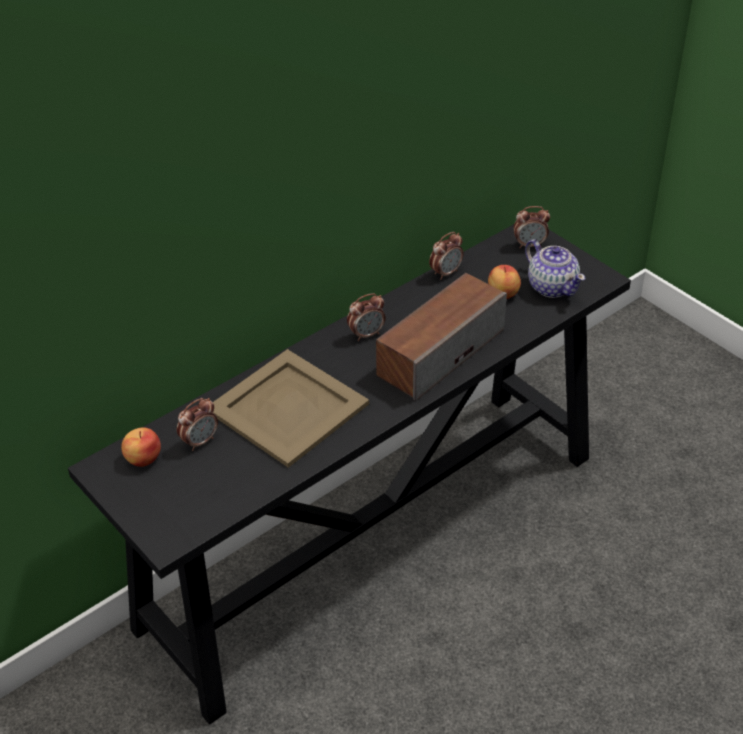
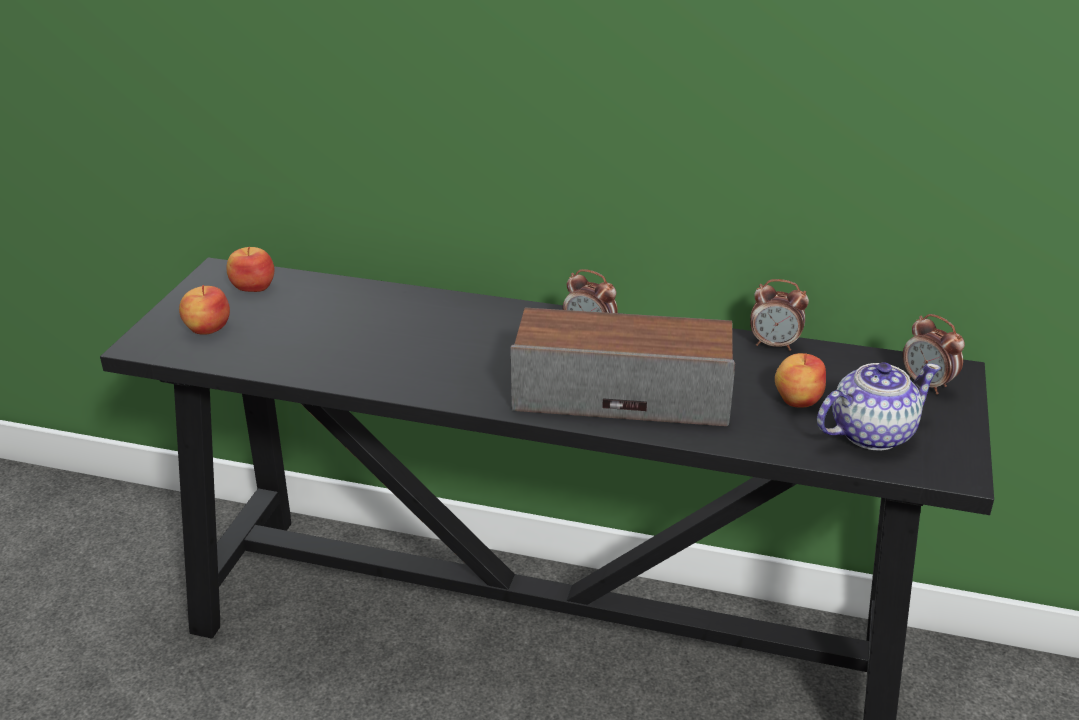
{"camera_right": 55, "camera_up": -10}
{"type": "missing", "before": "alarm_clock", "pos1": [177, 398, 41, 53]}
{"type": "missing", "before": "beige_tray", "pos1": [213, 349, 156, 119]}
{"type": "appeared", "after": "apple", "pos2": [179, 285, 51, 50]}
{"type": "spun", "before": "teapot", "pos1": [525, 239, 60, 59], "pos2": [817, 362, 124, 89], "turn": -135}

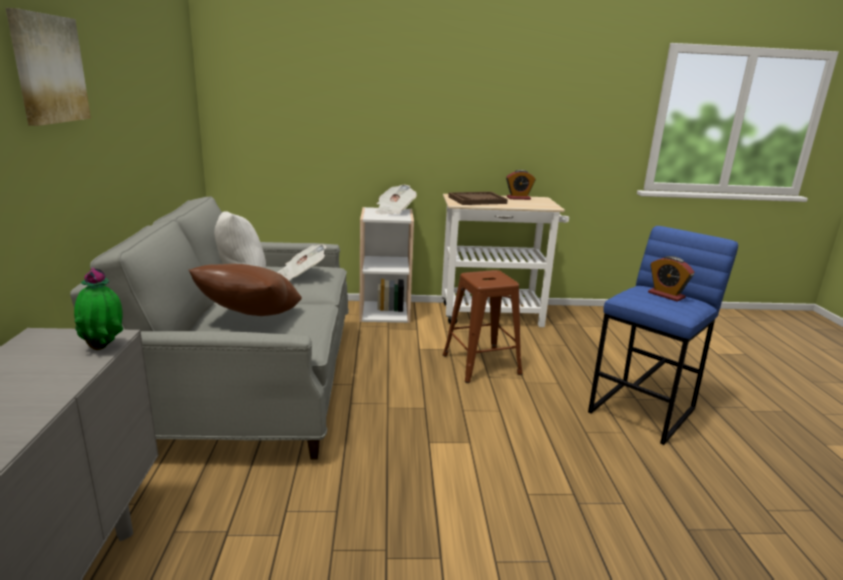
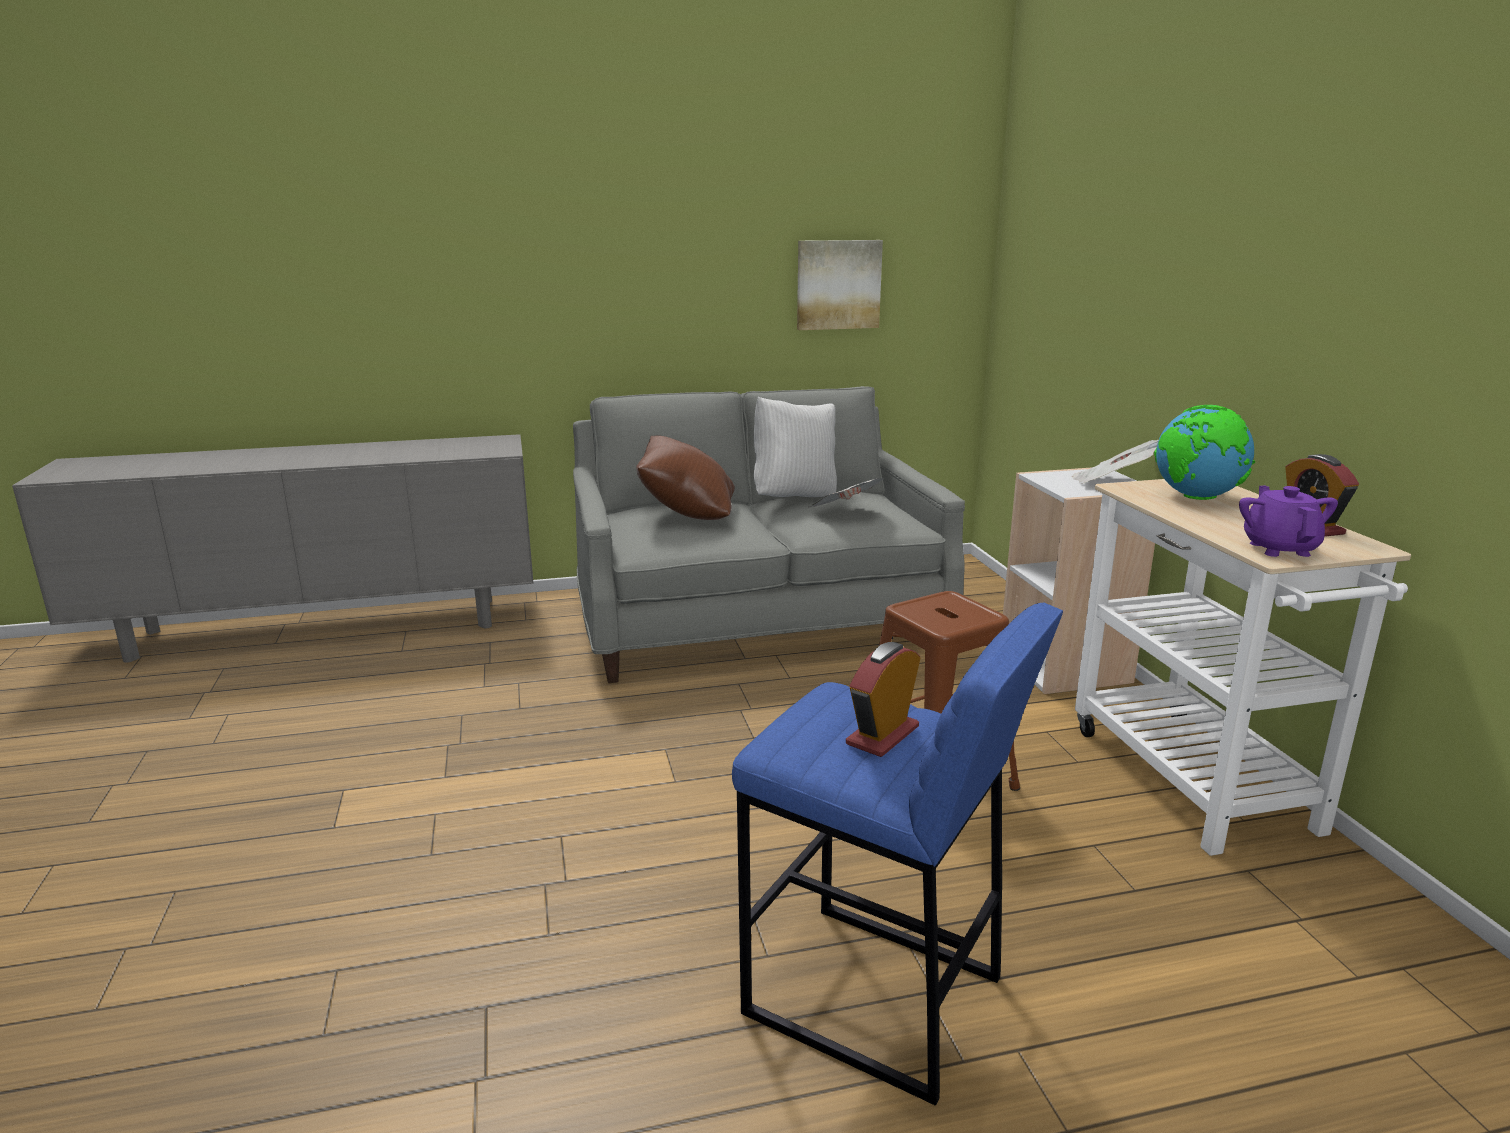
{"camera_right": 80, "camera_up": 0}
{"type": "missing", "before": "potted_plant", "pos1": [74, 268, 49, 82]}
{"type": "appeared", "after": "purple_teapot", "pos2": [1239, 486, 99, 71]}
{"type": "relocated", "before": "picture", "pos1": [6, 8, 85, 118], "pos2": [797, 240, 86, 90]}
{"type": "exchanged", "before": "brown_tray", "after": "globe", "pos1": [448, 192, 60, 13], "pos2": [1154, 405, 101, 95]}

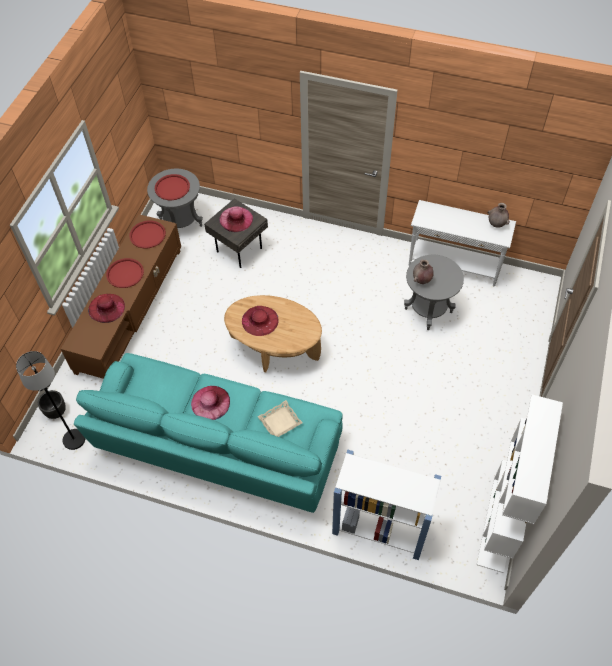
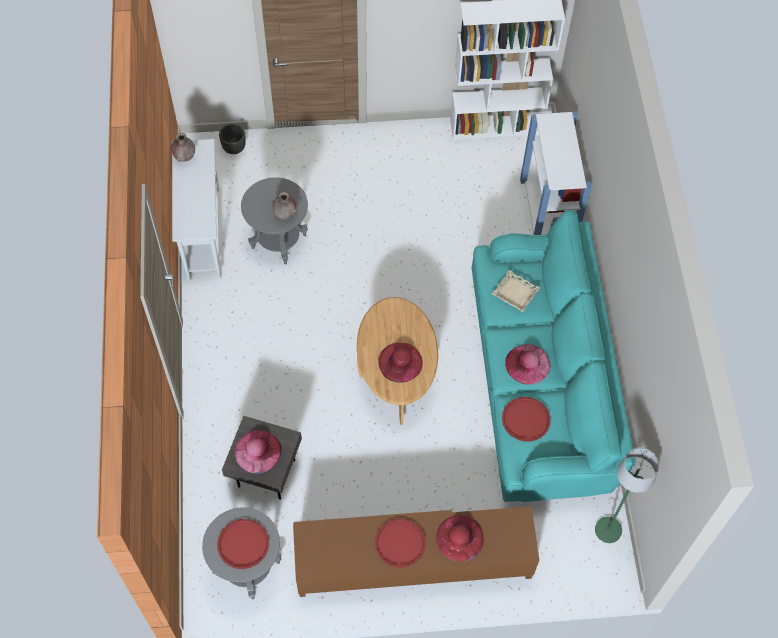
{"camera_right": -115, "camera_up": 5}
{"type": "relocated", "before": "black_planter", "pos1": [38, 390, 28, 29], "pos2": [219, 124, 27, 30]}
{"type": "relocated", "before": "red_tray", "pos1": [129, 220, 37, 28], "pos2": [502, 397, 49, 45]}
{"type": "colour", "before": "black_floor_lamp", "after": "green_floor_lamp", "pos1": [16, 351, 69, 99], "pos2": [595, 447, 64, 96]}

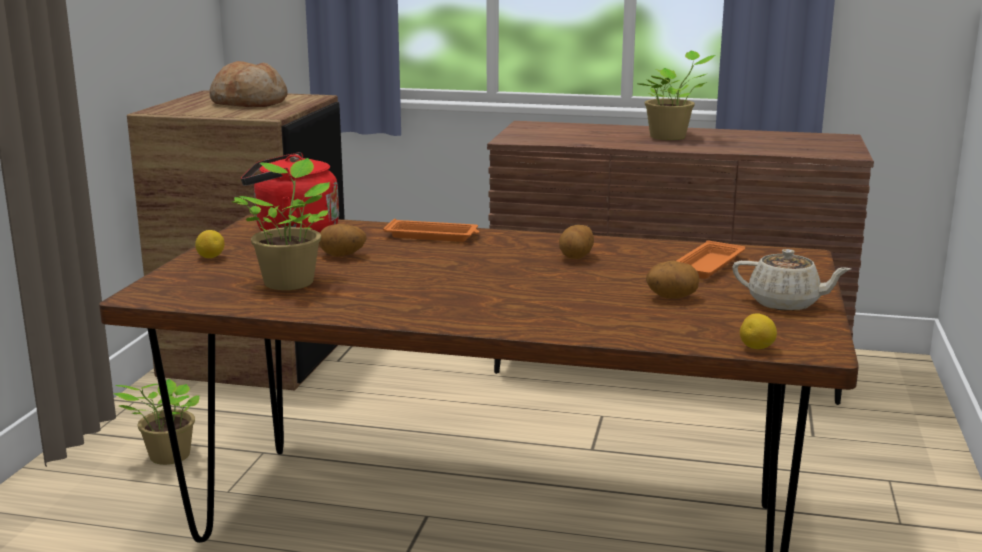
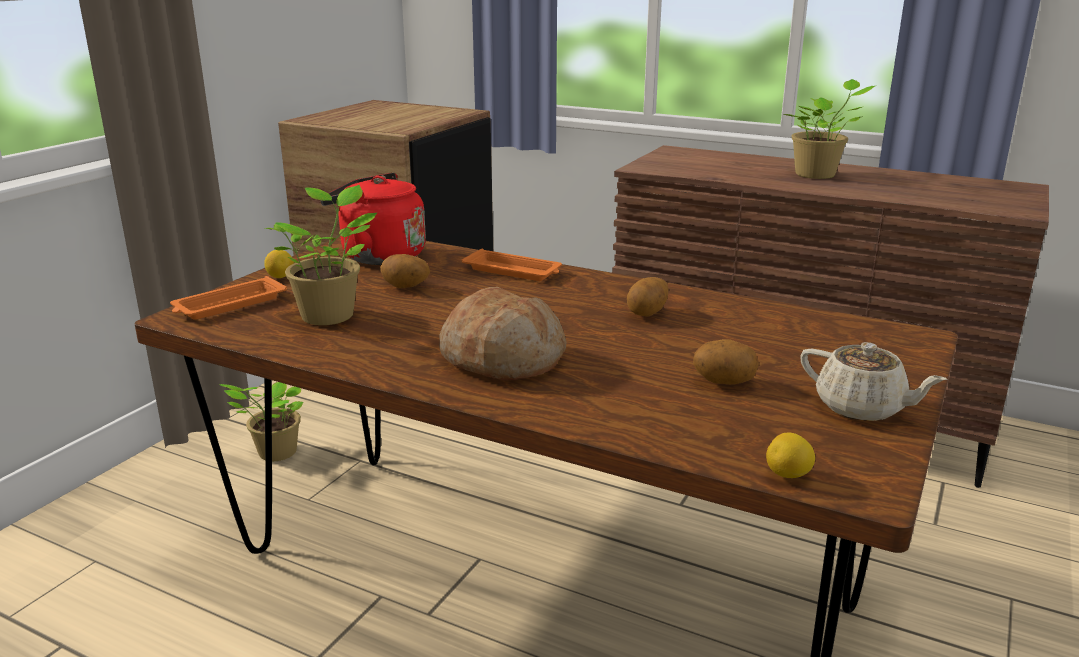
{"camera_right": 15, "camera_up": 5}
{"type": "relocated", "before": "bread", "pos1": [210, 61, 78, 46], "pos2": [440, 287, 127, 93]}
{"type": "relocated", "before": "orange_tray", "pos1": [677, 240, 68, 39], "pos2": [170, 276, 117, 44]}

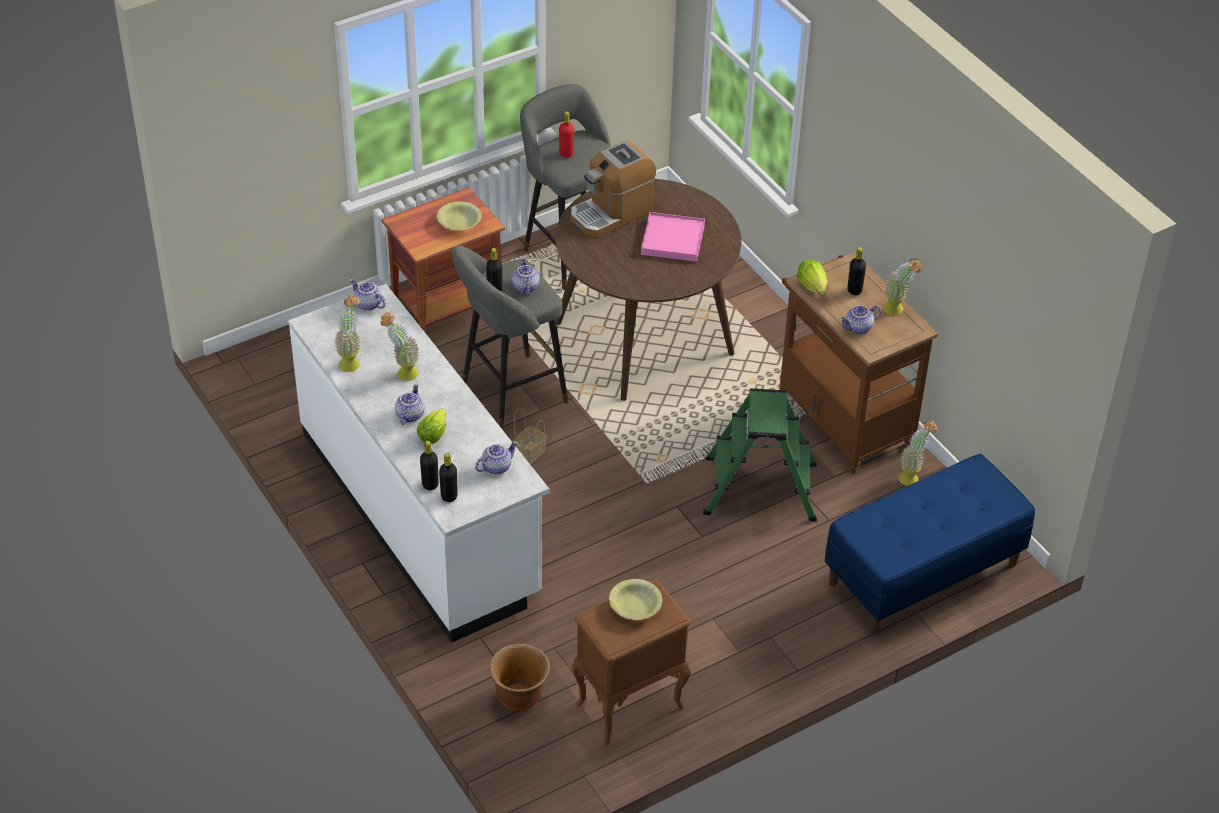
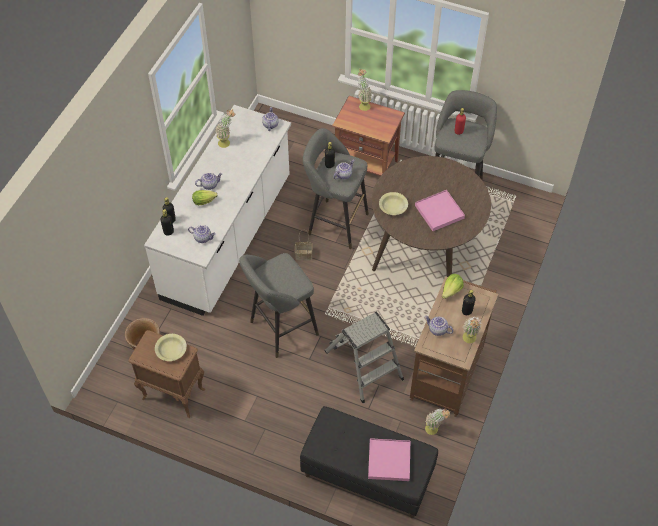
{"camera_right": 55, "camera_up": 10}
{"type": "missing", "before": "coffee_machine", "pos1": [571, 141, 85, 96]}
{"type": "appeared", "after": "grey_stool", "pos2": [239, 253, 80, 105]}
{"type": "appeared", "after": "pink_tray", "pos2": [368, 438, 42, 43]}
{"type": "relocated", "before": "potted_plant", "pos1": [381, 312, 38, 69], "pos2": [358, 69, 14, 42]}
{"type": "relocated", "before": "yellow_bowl", "pos1": [436, 202, 45, 29], "pos2": [379, 192, 29, 23]}
{"type": "colour", "before": "green_step_ladder", "after": "grey_step_ladder", "pos1": [703, 388, 114, 134], "pos2": [324, 312, 80, 91]}
{"type": "colour", "before": "blue_bench", "after": "black_bench", "pos1": [825, 454, 210, 180], "pos2": [300, 406, 138, 112]}

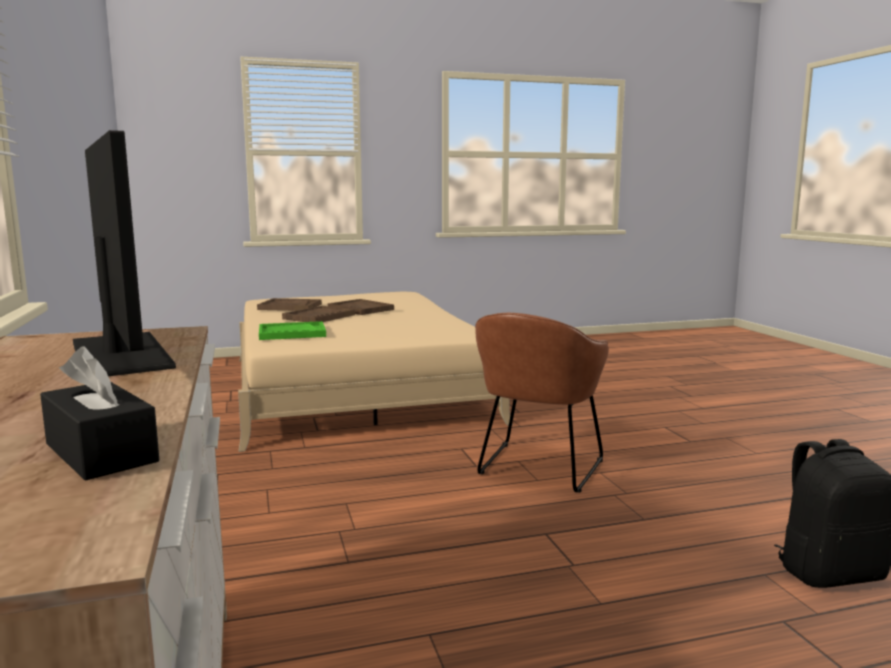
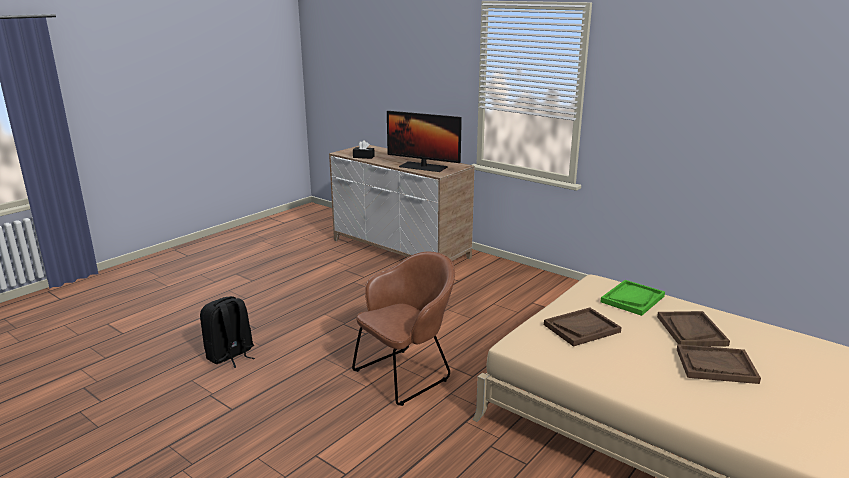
{"camera_right": 145, "camera_up": 10}
{"type": "relocated", "before": "brown_tray", "pos1": [257, 298, 65, 13], "pos2": [544, 307, 78, 40]}
{"type": "spun", "before": "brown_armchair", "pos1": [475, 313, 134, 180], "pos2": [352, 252, 103, 154], "turn": 60}

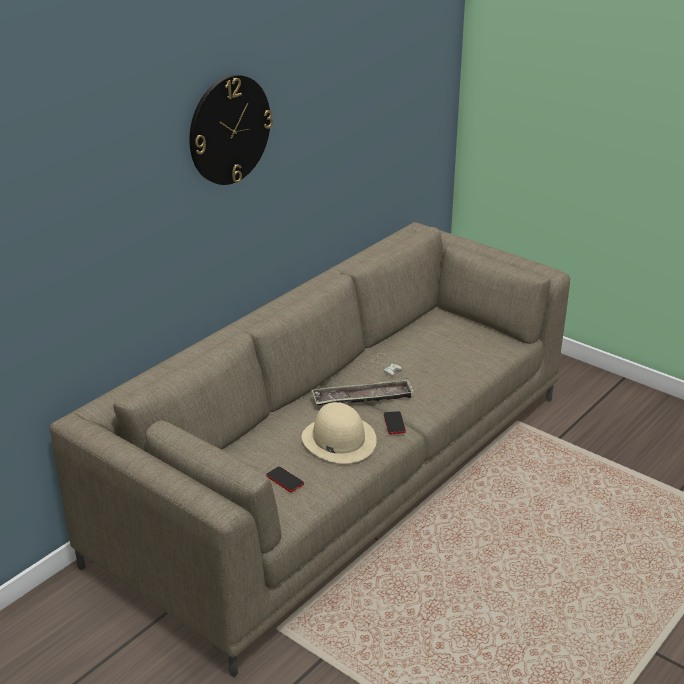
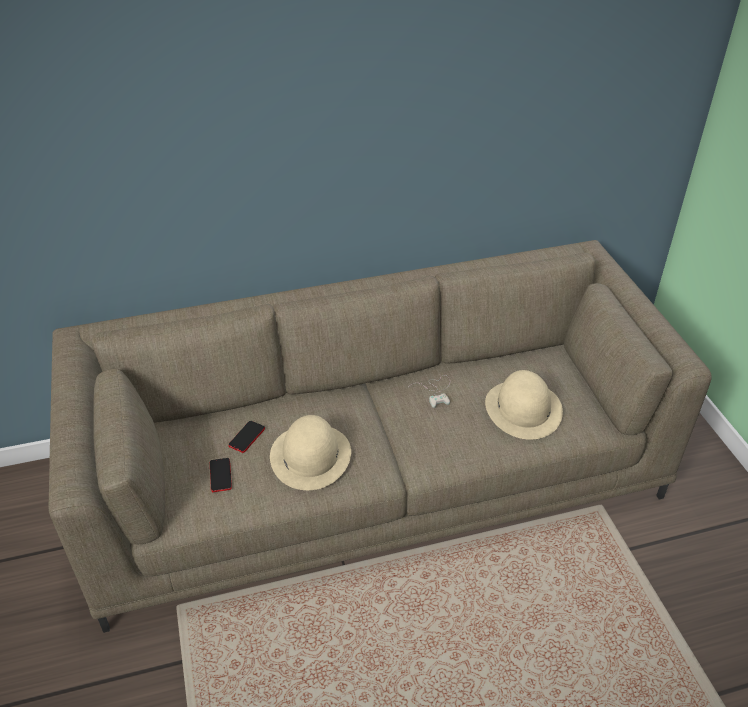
{"camera_right": 35, "camera_up": 10}
{"type": "missing", "before": "wall_clock", "pos1": [189, 75, 84, 110]}
{"type": "missing", "before": "tray", "pos1": [312, 378, 102, 28]}
{"type": "appeared", "after": "beige_hat", "pos2": [485, 370, 78, 69]}
{"type": "relocated", "before": "phone", "pos1": [384, 411, 22, 23], "pos2": [228, 421, 37, 32]}

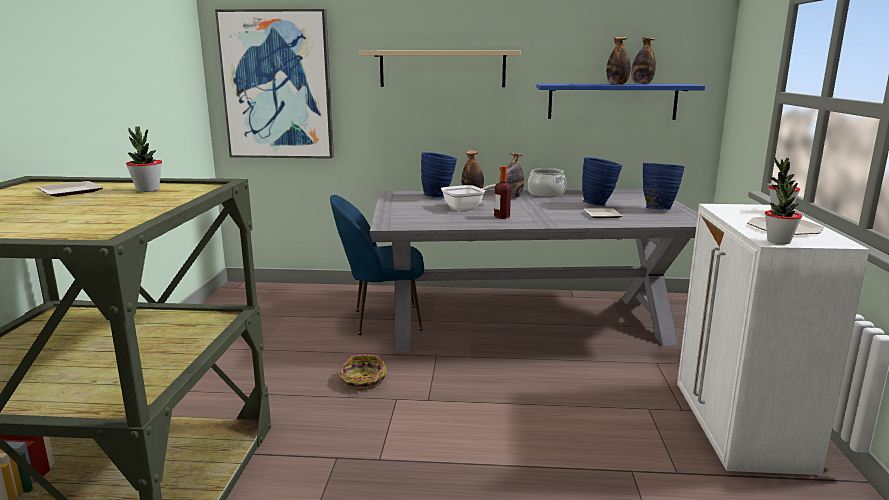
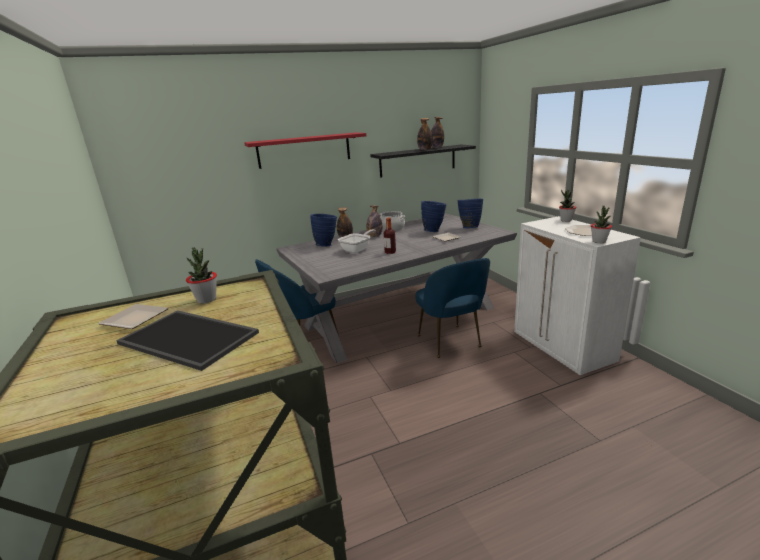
{"camera_right": -25, "camera_up": 5}
{"type": "missing", "before": "picture", "pos1": [215, 9, 119, 150]}
{"type": "missing", "before": "basket", "pos1": [338, 354, 48, 37]}
{"type": "appeared", "after": "tray", "pos2": [116, 310, 143, 61]}
{"type": "appeared", "after": "blue_chair", "pos2": [415, 258, 75, 100]}
{"type": "colour", "before": "beige_shelf", "after": "red_shelf", "pos1": [359, 50, 162, 37], "pos2": [244, 132, 122, 37]}
{"type": "colour", "before": "blue_shelf", "after": "black_shelf", "pos1": [537, 84, 168, 36], "pos2": [370, 145, 106, 33]}

